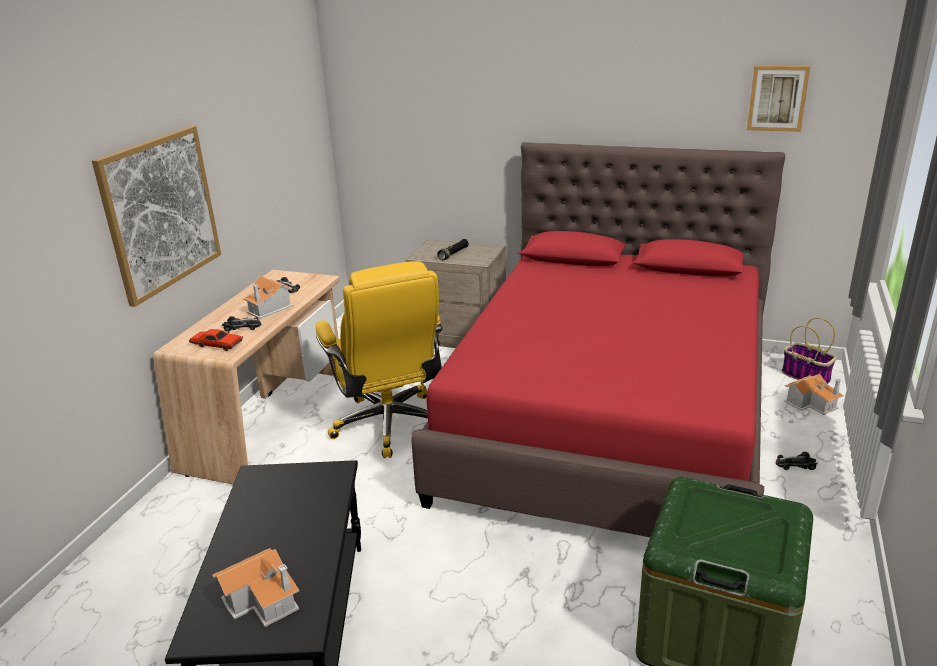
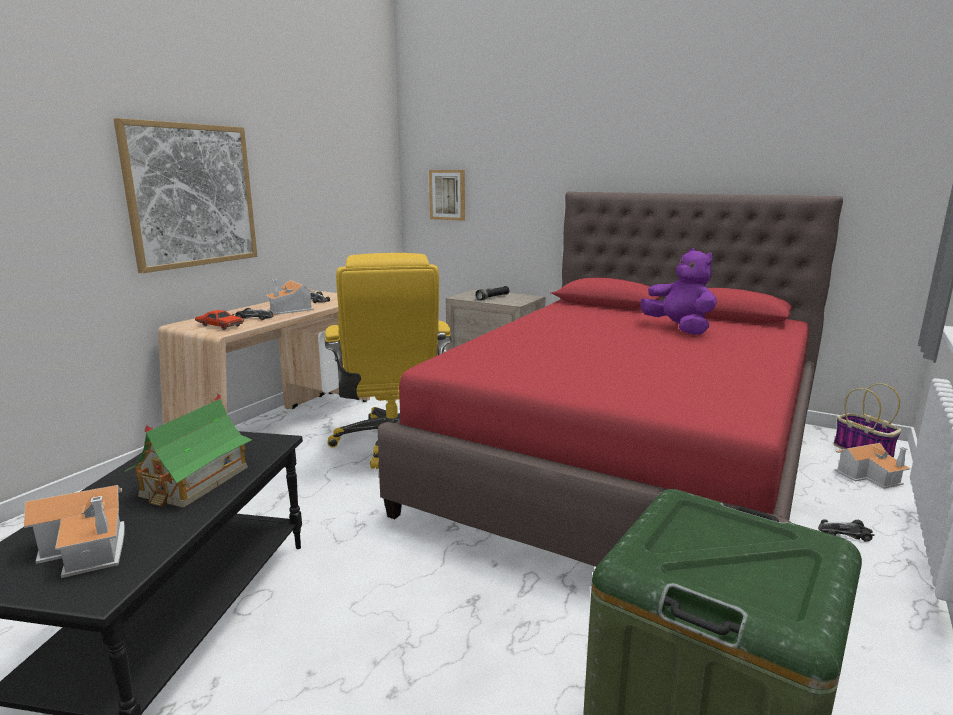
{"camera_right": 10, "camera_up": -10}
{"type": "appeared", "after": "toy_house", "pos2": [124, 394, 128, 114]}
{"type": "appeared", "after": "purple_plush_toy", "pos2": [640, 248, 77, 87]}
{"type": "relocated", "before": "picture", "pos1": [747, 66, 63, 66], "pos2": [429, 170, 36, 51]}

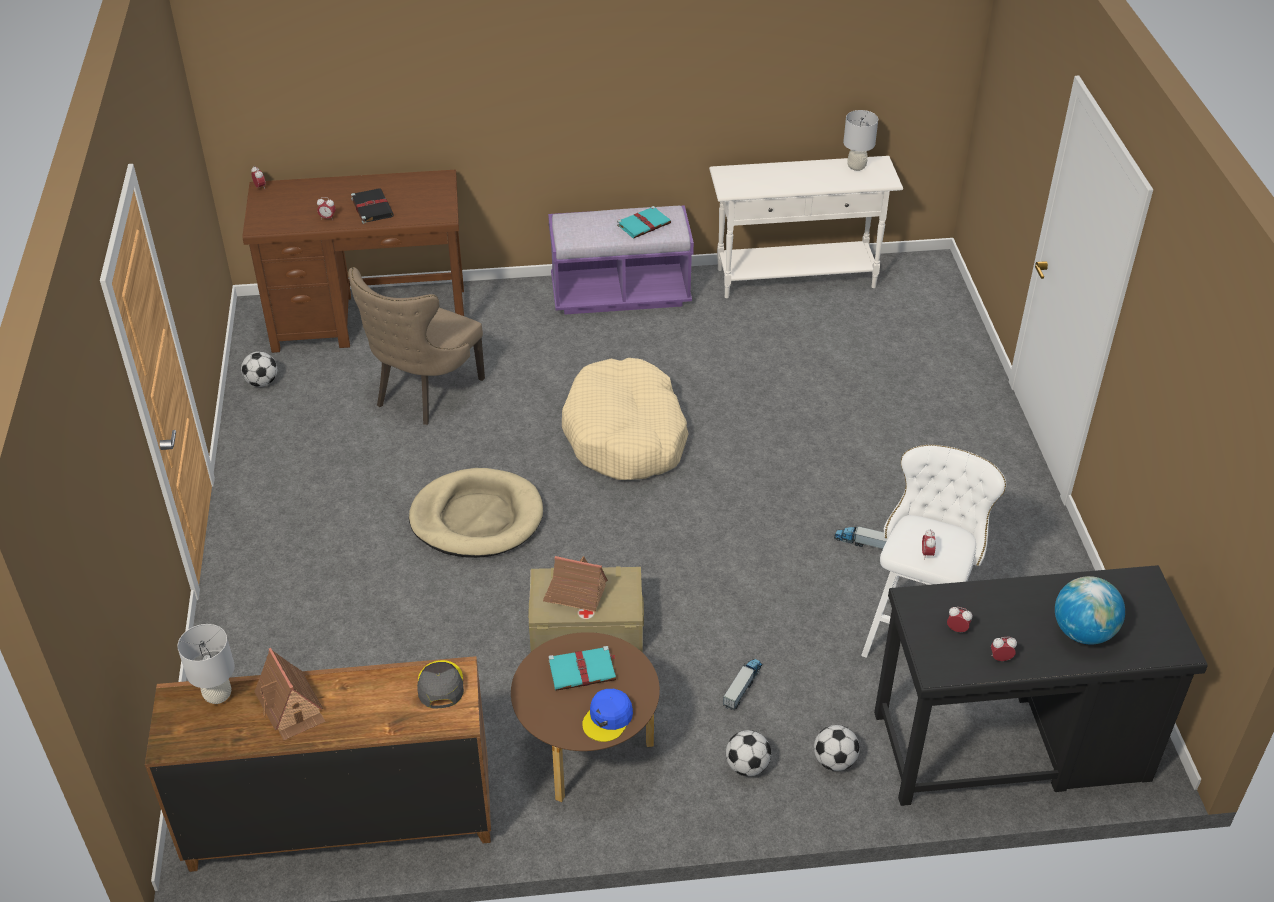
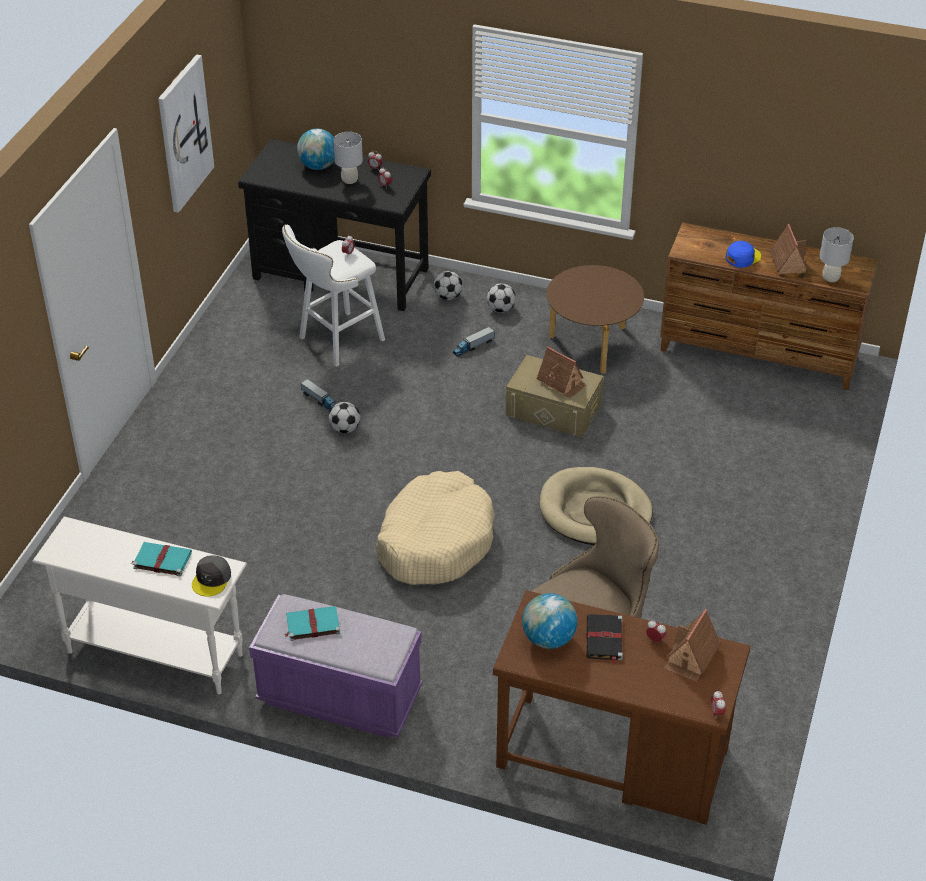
{"camera_right": -155, "camera_up": 0}
{"type": "appeared", "after": "picture", "pos2": [158, 54, 56, 159]}
{"type": "appeared", "after": "globe", "pos2": [522, 593, 55, 56]}
{"type": "appeared", "after": "toy_house", "pos2": [665, 608, 56, 74]}
{"type": "relocated", "before": "football", "pos1": [241, 351, 36, 36], "pos2": [329, 402, 31, 31]}
{"type": "relocated", "before": "grey_cap", "pos1": [417, 660, 47, 48], "pos2": [192, 555, 39, 41]}
{"type": "relocated", "before": "turquoise_book", "pos1": [548, 646, 68, 45], "pos2": [132, 542, 60, 34]}
{"type": "relocated", "before": "blue_cap", "pos1": [582, 689, 51, 53], "pos2": [725, 241, 36, 27]}
{"type": "relocated", "before": "grey_table_lamp", "pos1": [843, 110, 35, 61], "pos2": [334, 132, 29, 52]}

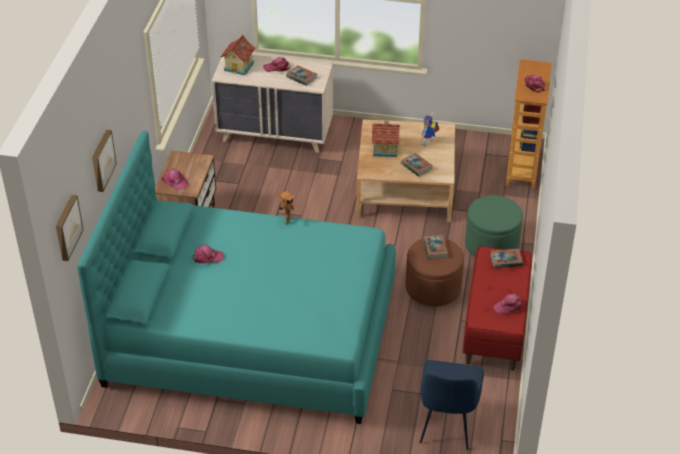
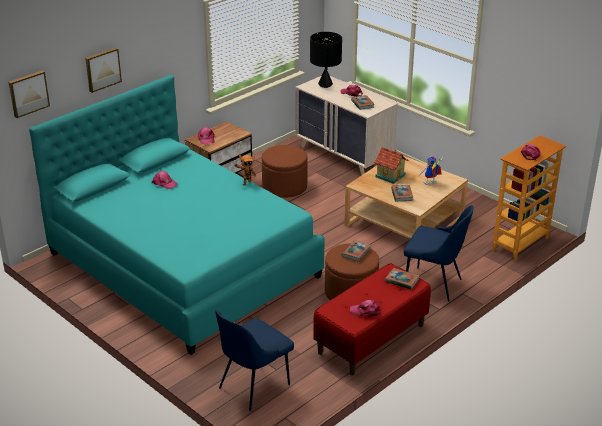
{"camera_right": 35, "camera_up": -10}
{"type": "appeared", "after": "brown_ottoman", "pos2": [262, 145, 45, 53]}
{"type": "exchanged", "before": "toy_house", "after": "black_table_lamp", "pos1": [220, 35, 35, 40], "pos2": [310, 32, 32, 56]}
{"type": "exchanged", "before": "green_ottoman", "after": "blue_chair", "pos1": [465, 195, 58, 62], "pos2": [404, 205, 69, 97]}

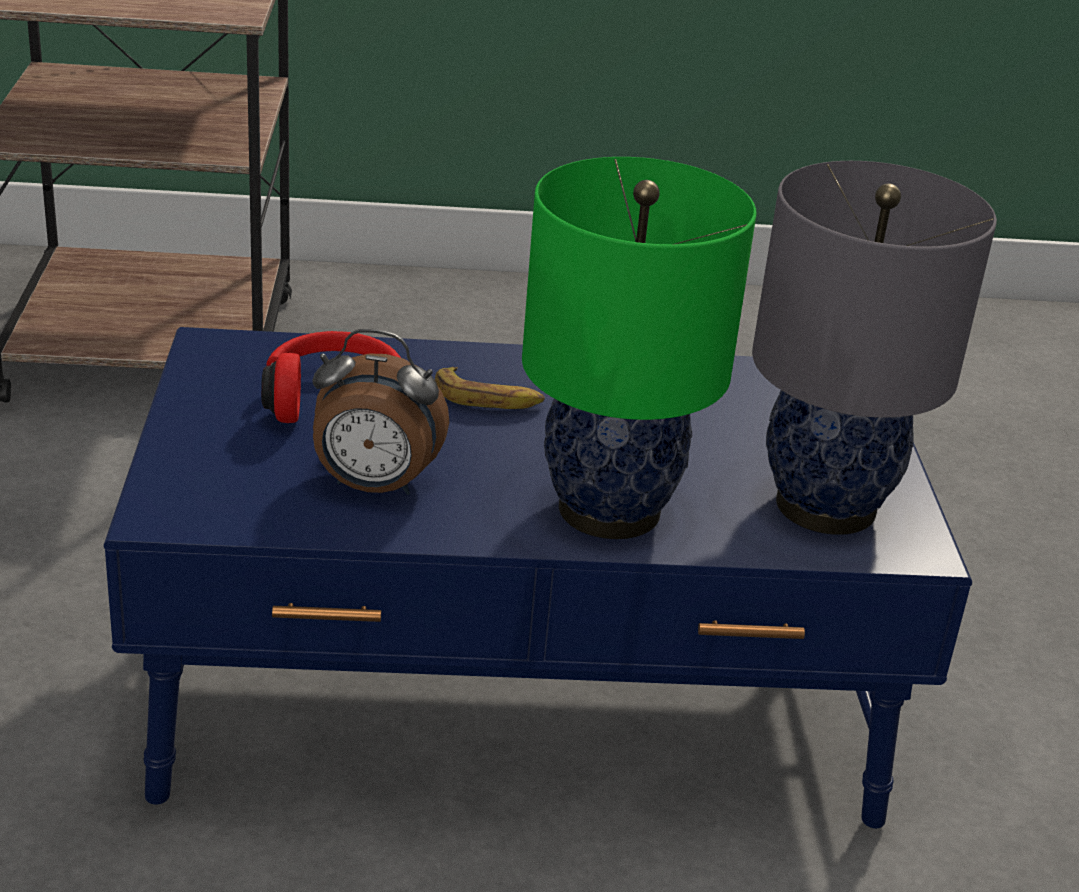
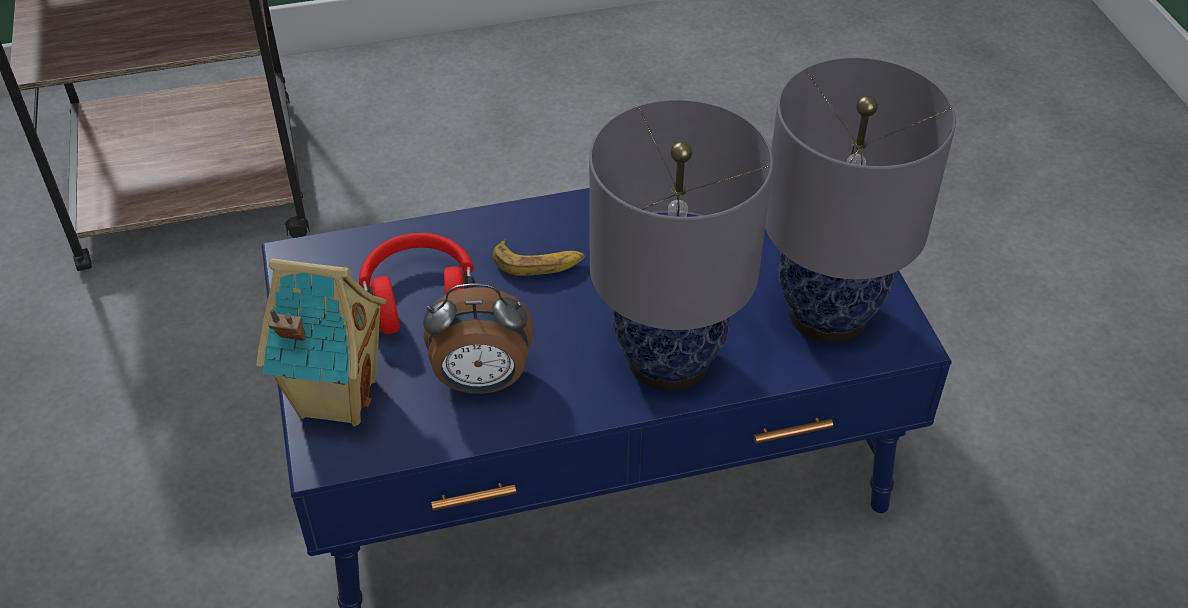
{"camera_right": -10, "camera_up": 15}
{"type": "appeared", "after": "toy_house", "pos2": [256, 258, 130, 168]}
{"type": "colour", "before": "green_table_lamp", "after": "grey_table_lamp", "pos1": [522, 157, 235, 382], "pos2": [589, 100, 184, 291]}

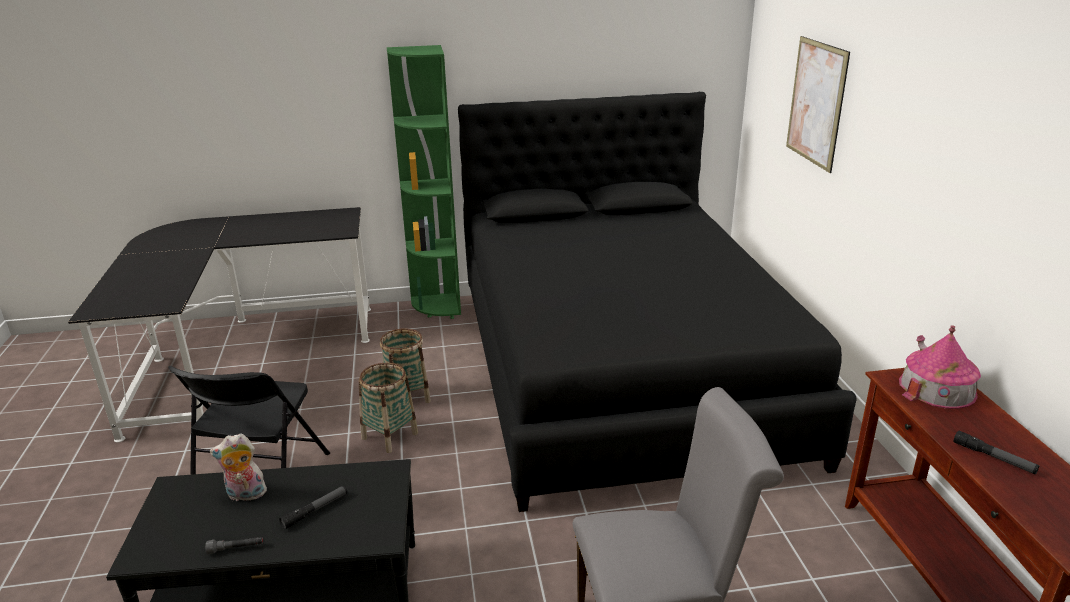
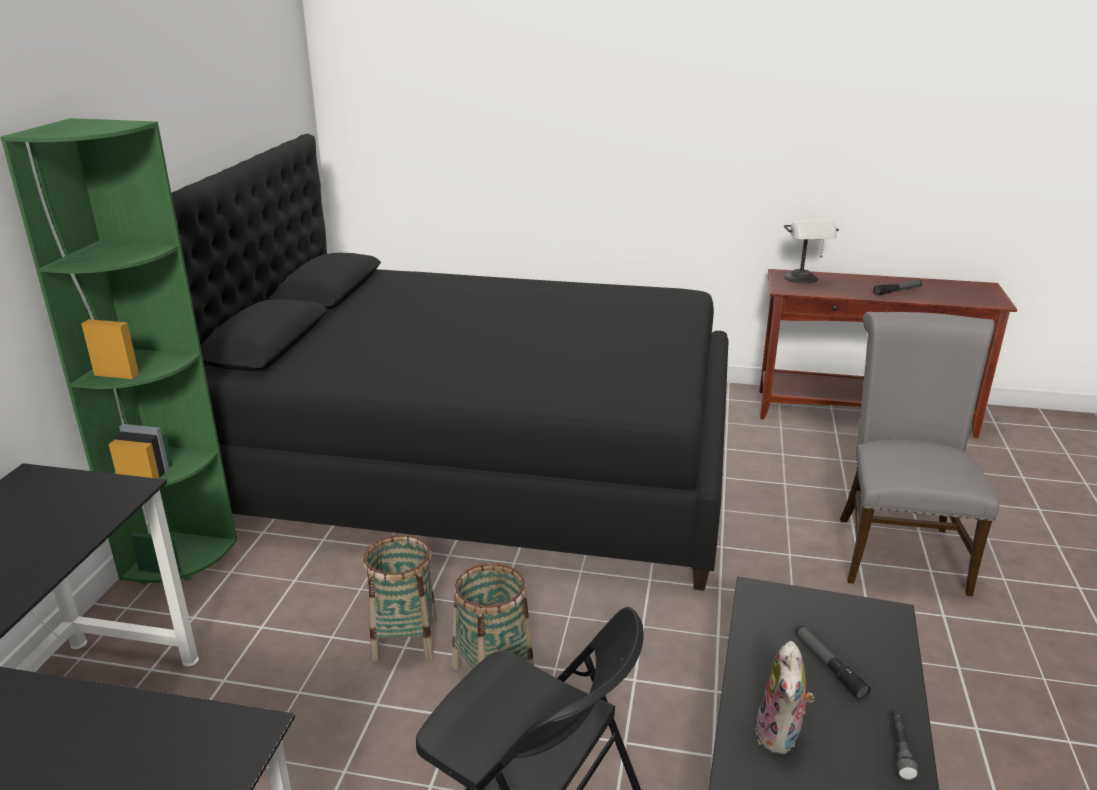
{"camera_right": -70, "camera_up": 0}
{"type": "missing", "before": "picture", "pos1": [786, 36, 64, 137]}
{"type": "exchanged", "before": "toy_house", "after": "table_lamp", "pos1": [899, 325, 82, 84], "pos2": [784, 220, 55, 64]}

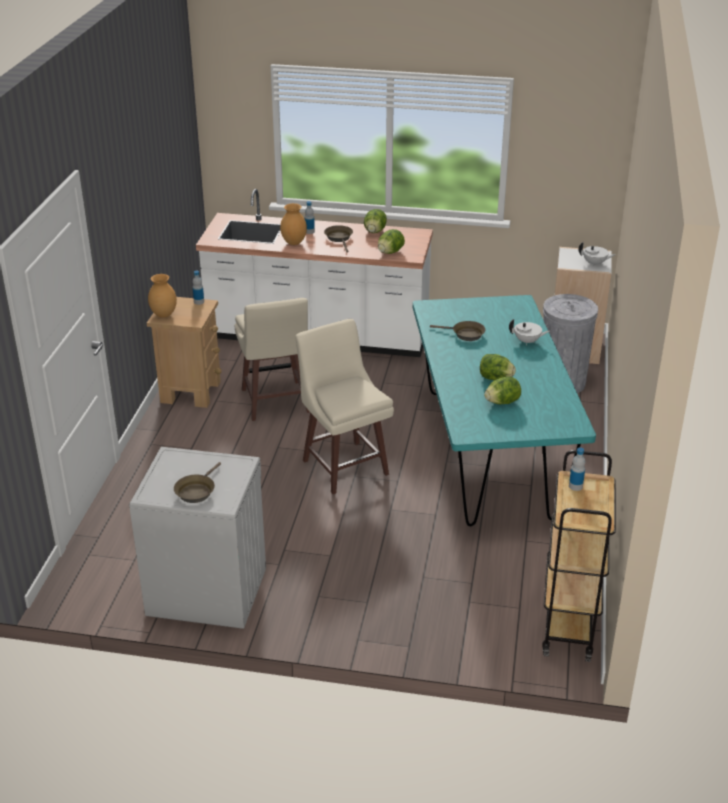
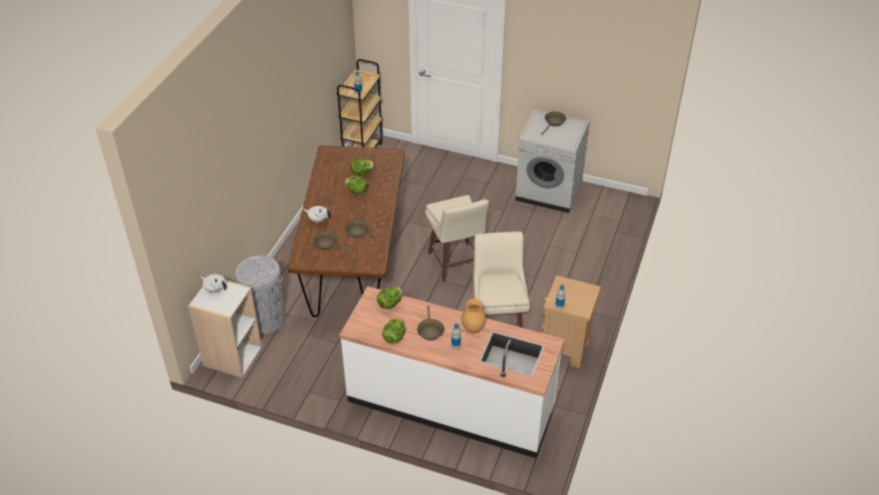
{"camera_right": -170, "camera_up": 10}
{"type": "missing", "before": "brown_vase", "pos1": [148, 274, 29, 44]}
{"type": "appeared", "after": "brown_frying_pan", "pos2": [313, 231, 41, 21]}
{"type": "colour", "before": "turquoise_dining_table", "after": "brown_dining_table", "pos1": [413, 295, 183, 231], "pos2": [288, 145, 117, 172]}

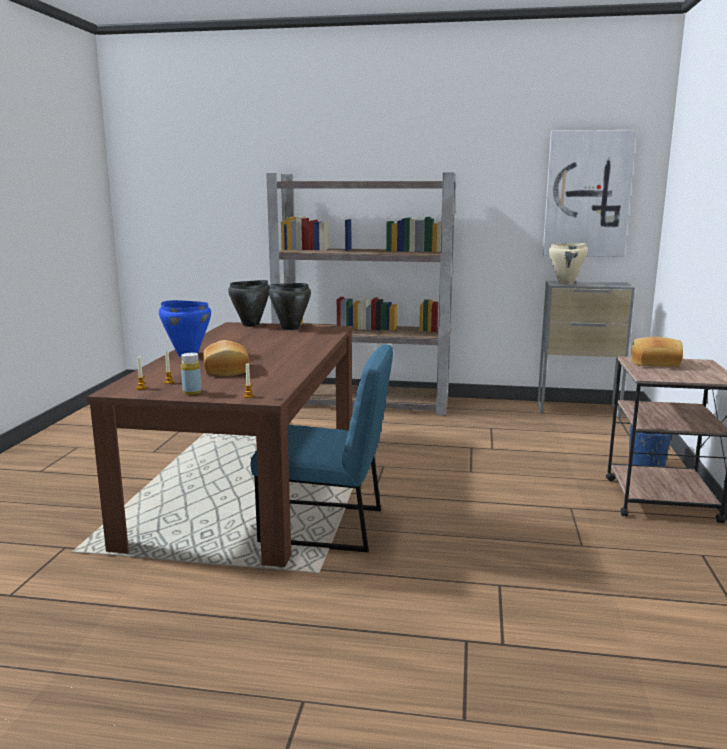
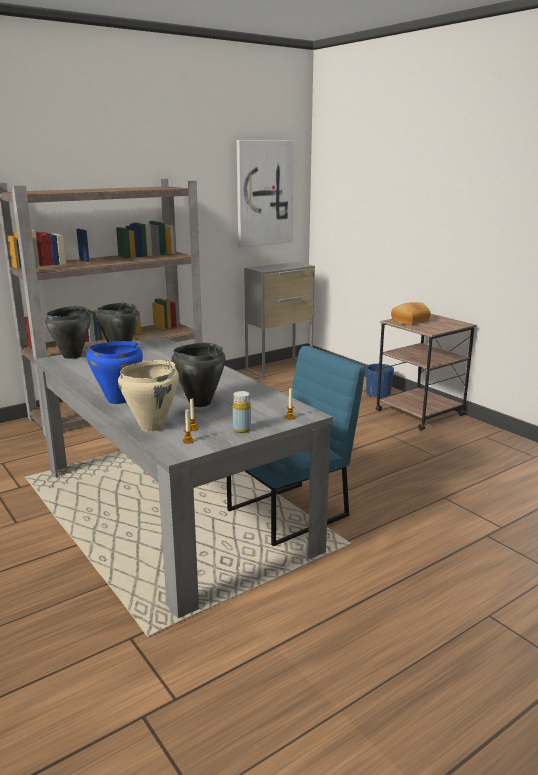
{"camera_right": -45, "camera_up": 5}
{"type": "relocated", "before": "beige_cooking_pot", "pos1": [549, 243, 39, 41], "pos2": [118, 360, 61, 72]}
{"type": "exchanged", "before": "bread", "after": "black_cooking_pot", "pos1": [203, 340, 46, 36], "pos2": [171, 343, 55, 64]}
{"type": "colour", "before": "brown_dining_table", "after": "grey_dining_table", "pos1": [87, 322, 266, 245], "pos2": [34, 337, 299, 281]}

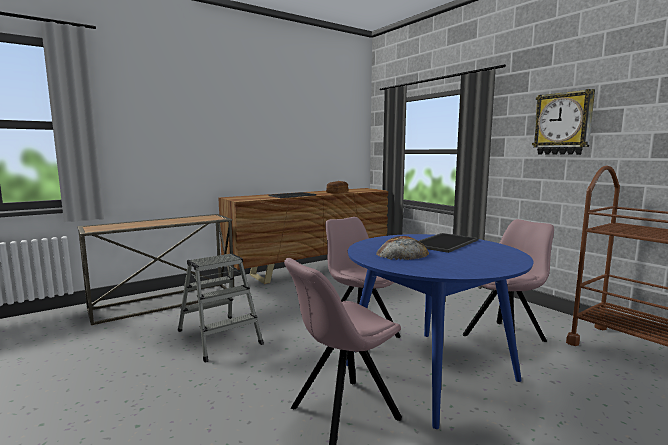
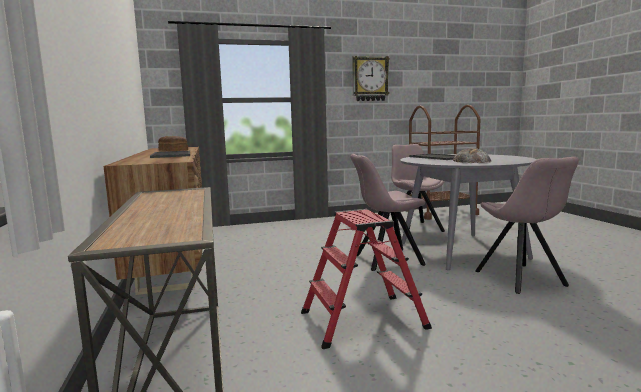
{"camera_right": -70, "camera_up": 0}
{"type": "colour", "before": "grey_step_ladder", "after": "red_step_ladder", "pos1": [178, 253, 86, 110], "pos2": [301, 209, 131, 140]}
{"type": "colour", "before": "blue_dining_table", "after": "grey_dining_table", "pos1": [346, 234, 188, 195], "pos2": [400, 154, 137, 116]}

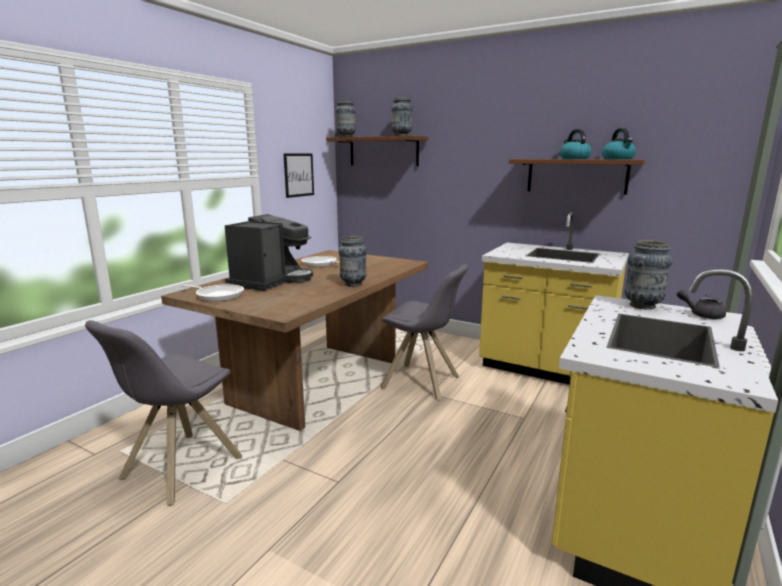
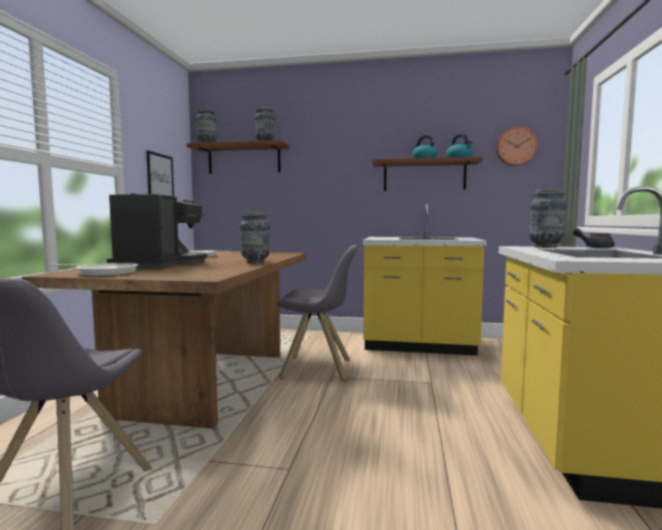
{"camera_right": -20, "camera_up": -10}
{"type": "appeared", "after": "wall_clock", "pos2": [496, 127, 41, 39]}

